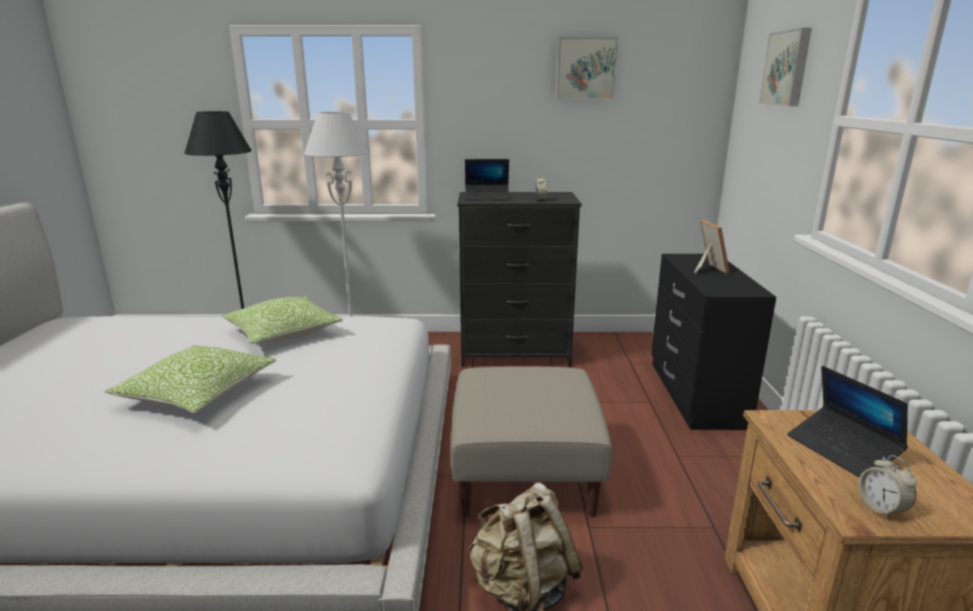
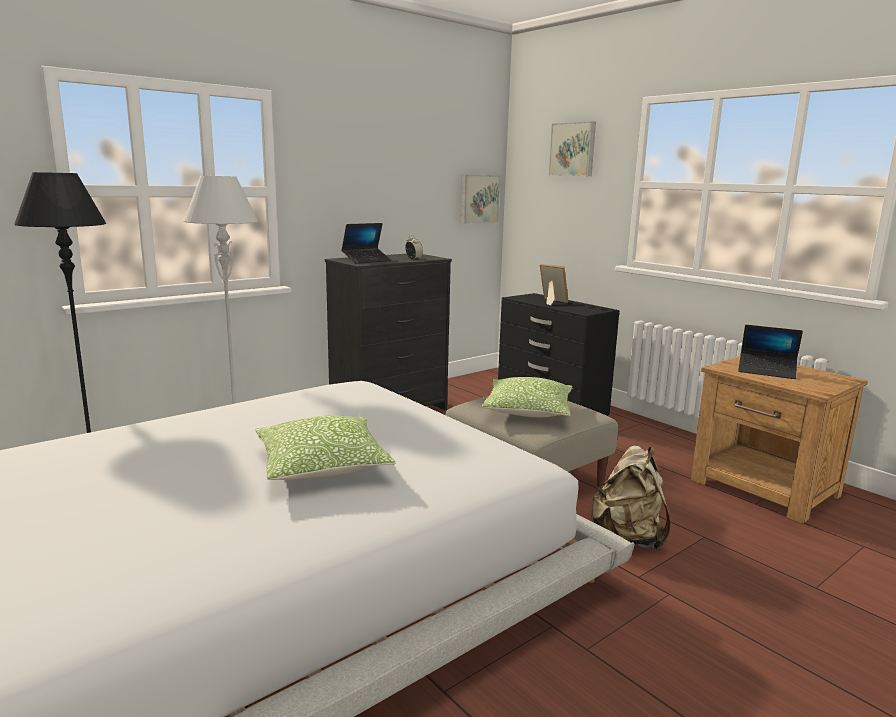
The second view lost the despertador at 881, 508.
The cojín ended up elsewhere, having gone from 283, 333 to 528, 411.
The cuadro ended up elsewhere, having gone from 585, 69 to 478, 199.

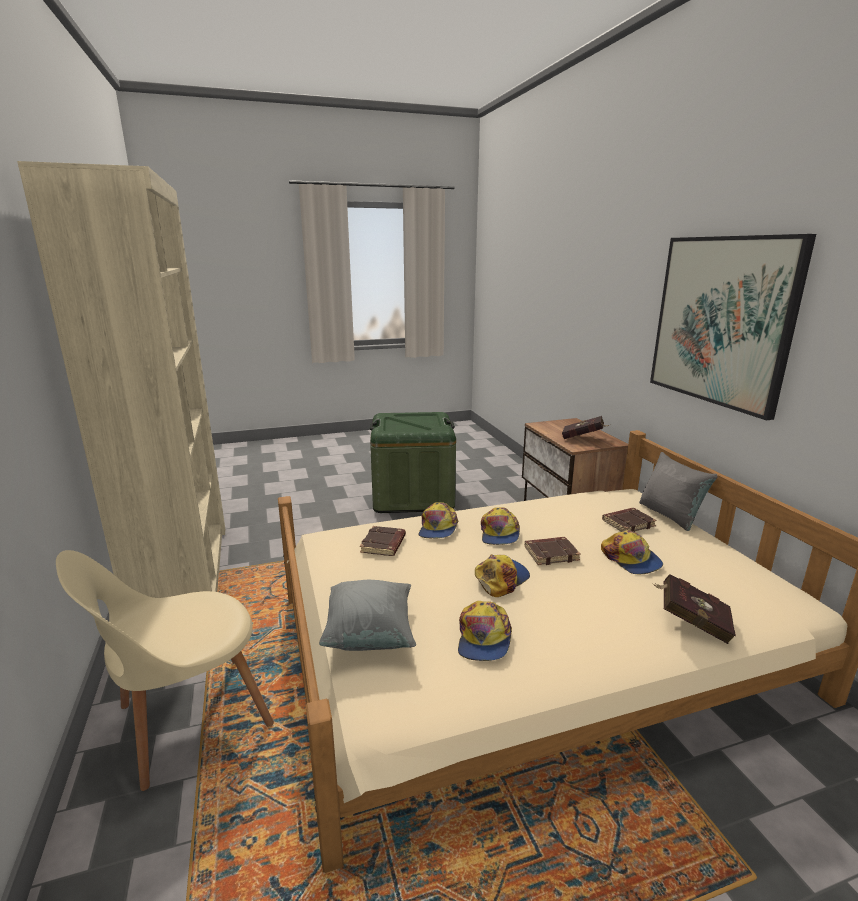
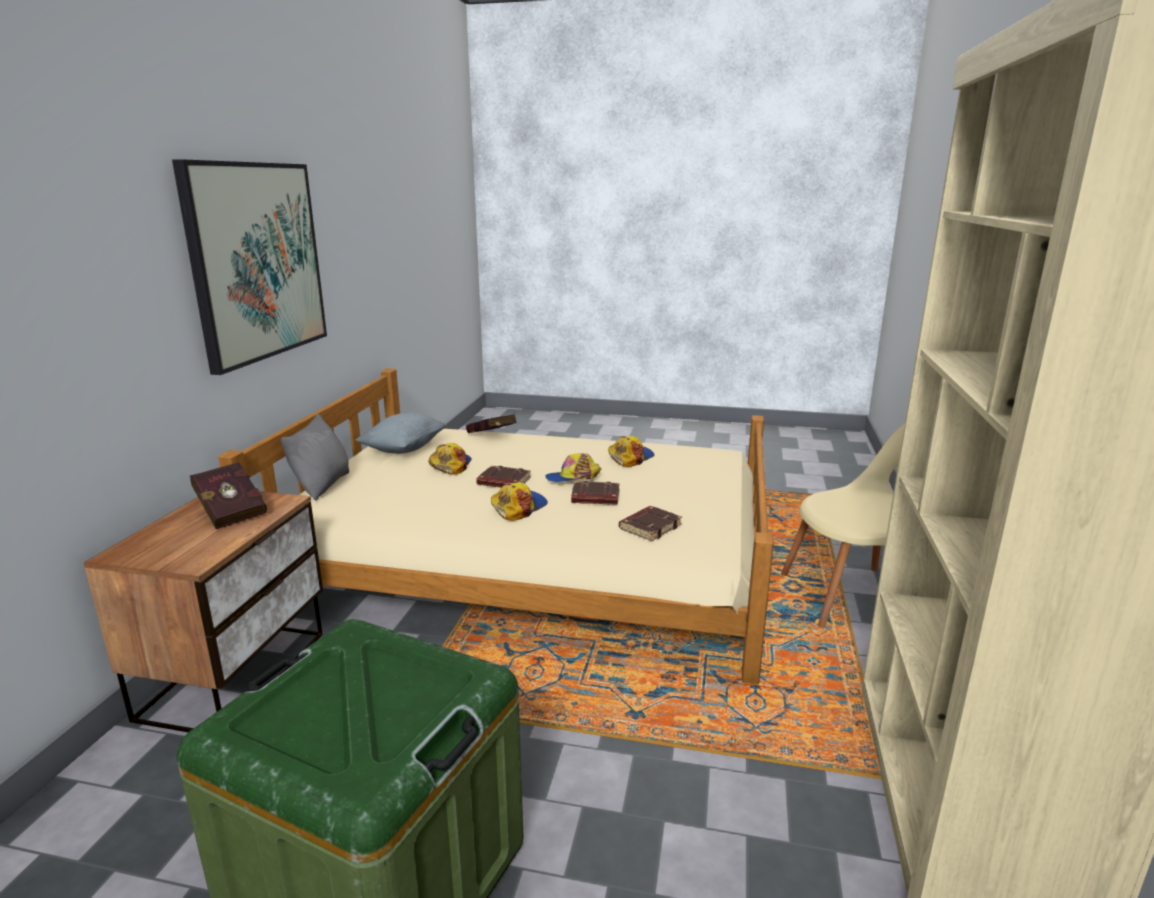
The second view lost the gorra at 438, 528.
The cojín [gris] ended up elsewhere, having gone from 370, 635 to 404, 449.
The libro [marrón] ended up elsewhere, having gone from 628, 523 to 595, 498.

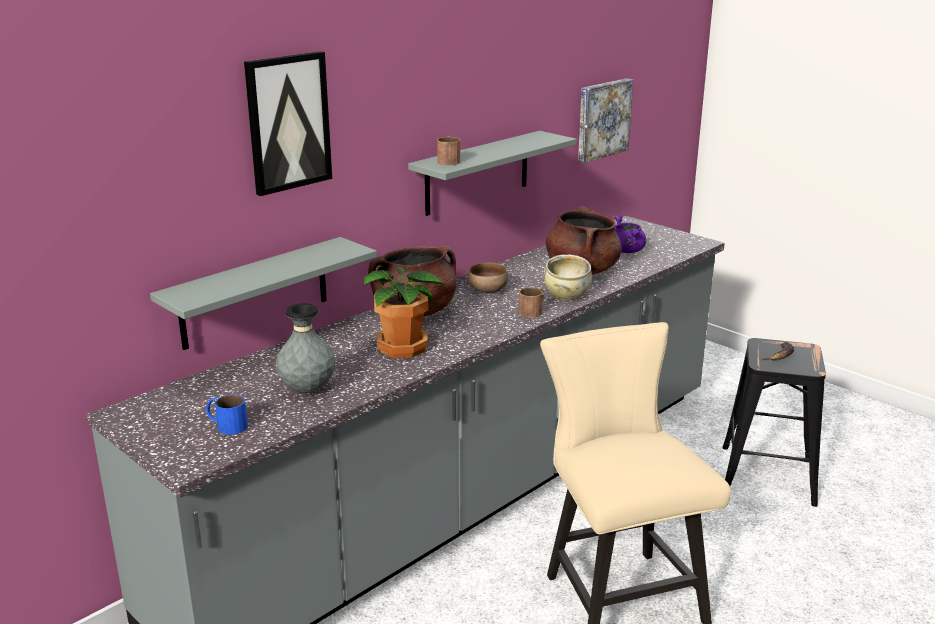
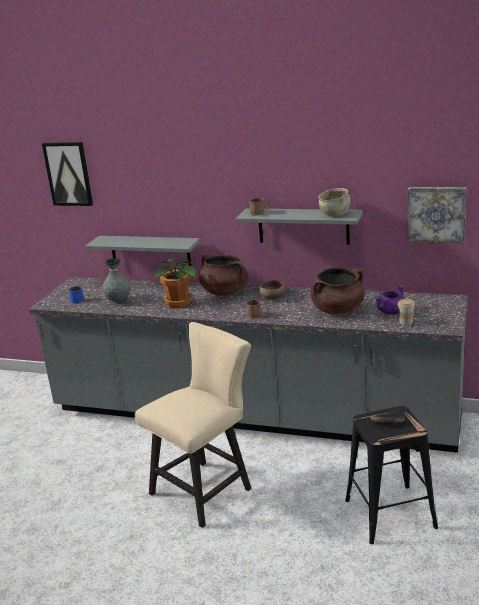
The second view gained the taza at 406, 322.
The cuadro ended up elsewhere, having gone from 288, 122 to 68, 173.
The cuenco [beis] ended up elsewhere, having gone from 566, 295 to 335, 214.

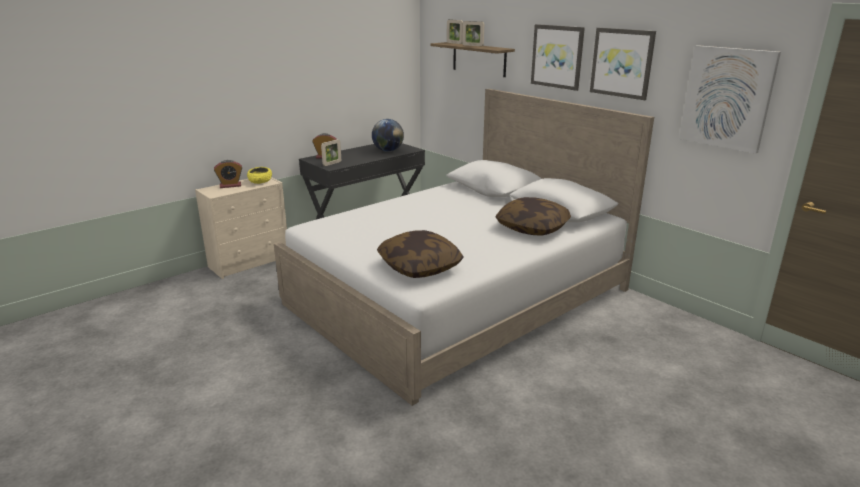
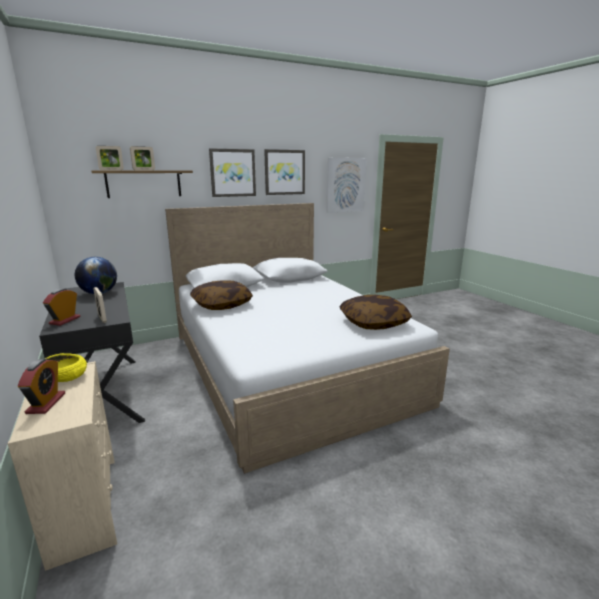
The cojín ended up elsewhere, having gone from 532, 228 to 222, 304.

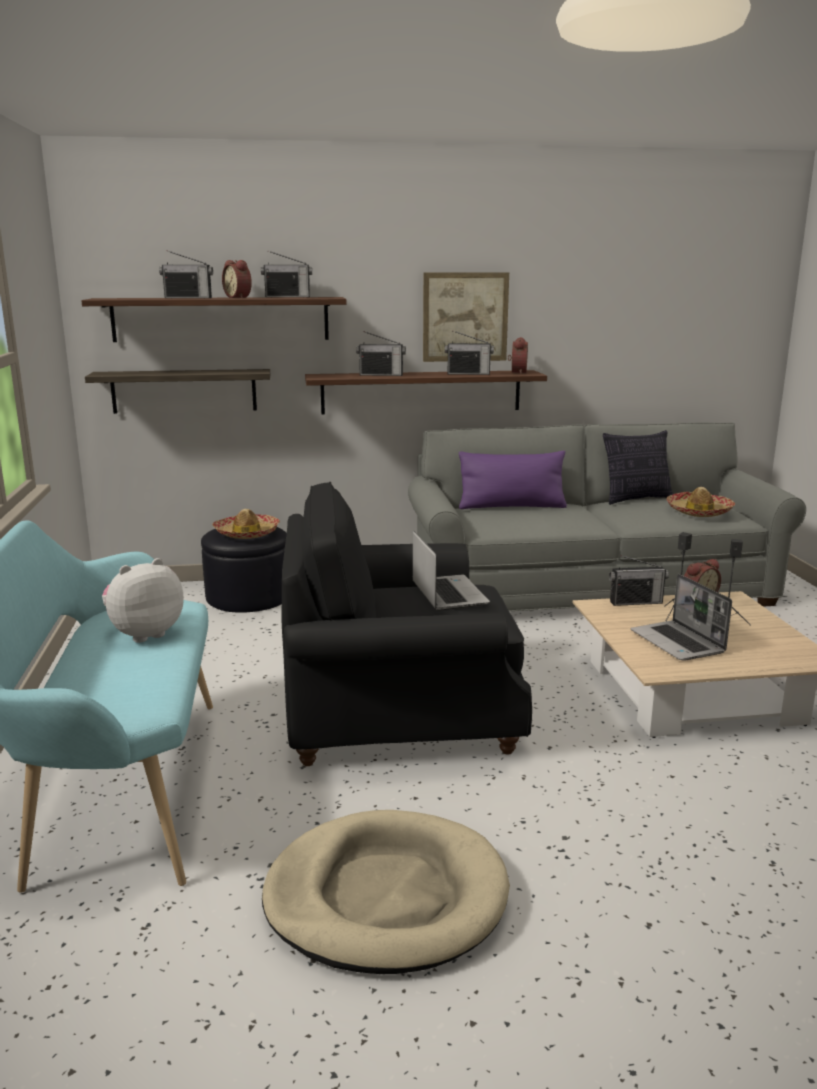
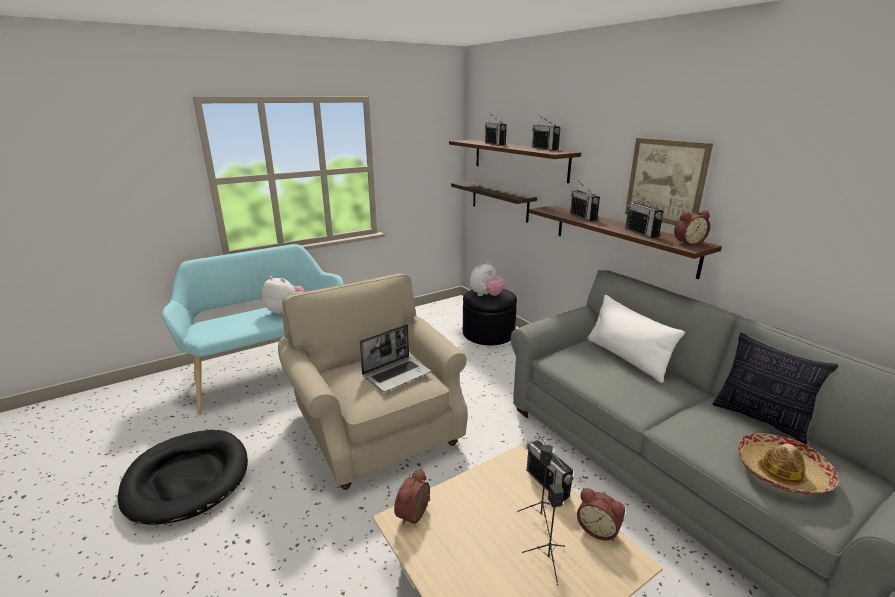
The second view lost the portátil at 678, 643.
The despertador ended up elsewhere, having gone from 239, 297 to 415, 515.
Where the sombrero stood at 247, 533, the peluche came to stand at 486, 295.
What was the cama para perro [beis] at 386, 897 turned into the cama para perro [negro] at 188, 478.
What was the sillón [negro] at 398, 714 turned into the sillón [beis] at 375, 428.
What was the cojín [morado] at 511, 506 turned into the cojín [blanco] at 626, 358.

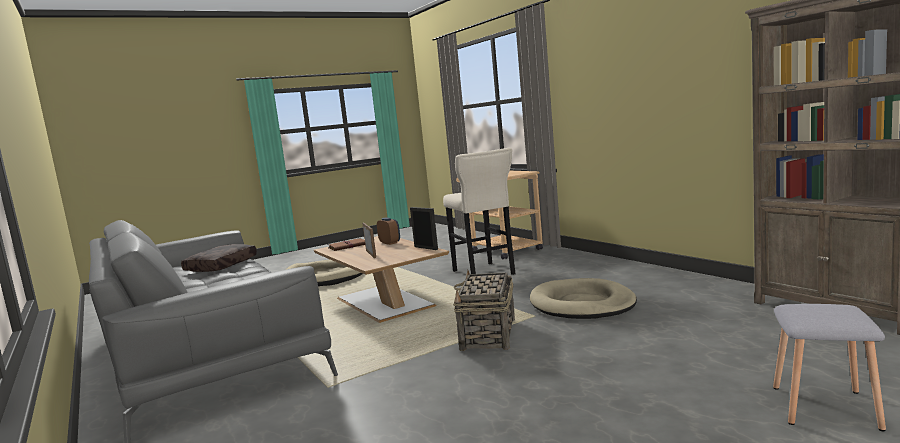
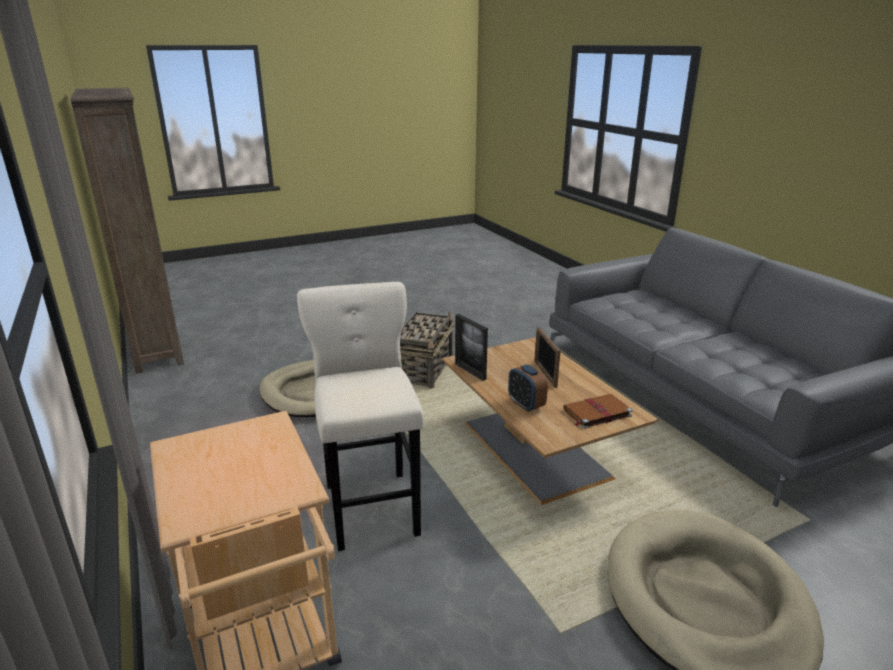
The second view lost the cojín [marrón] at 222, 266.
The second view lost the taburete [gris] at 823, 407.

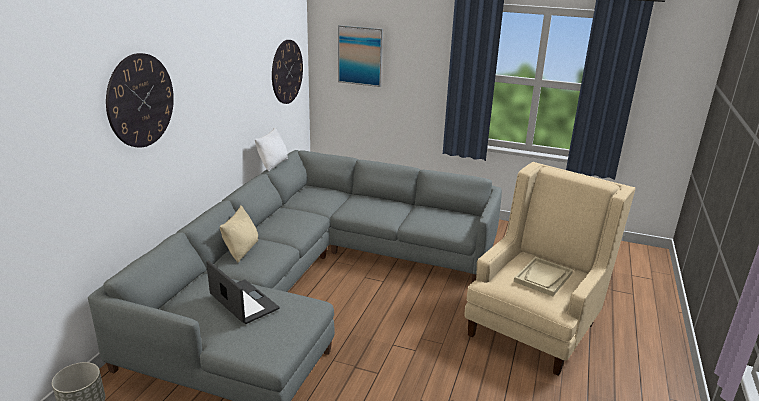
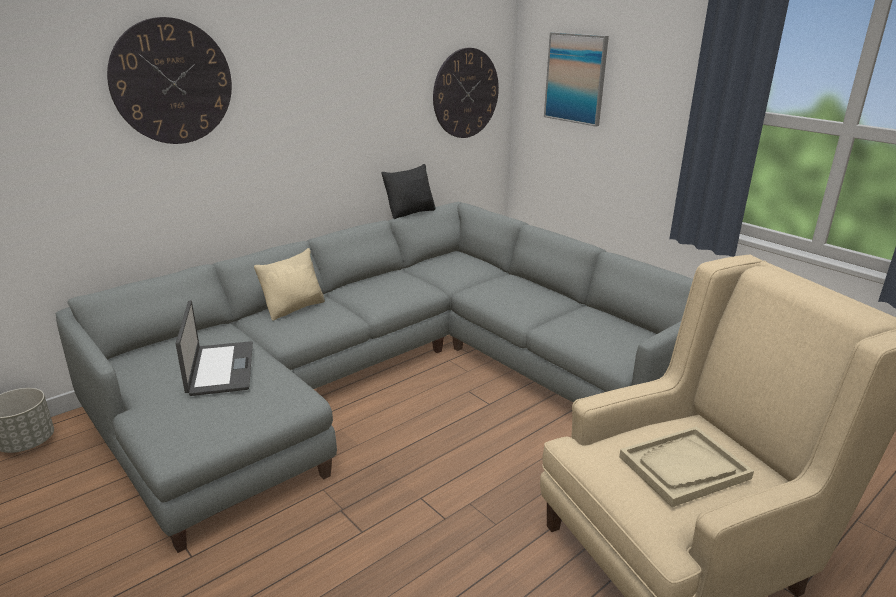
What was the cojín [blanco] at 273, 164 turned into the cojín [negro] at 410, 213.

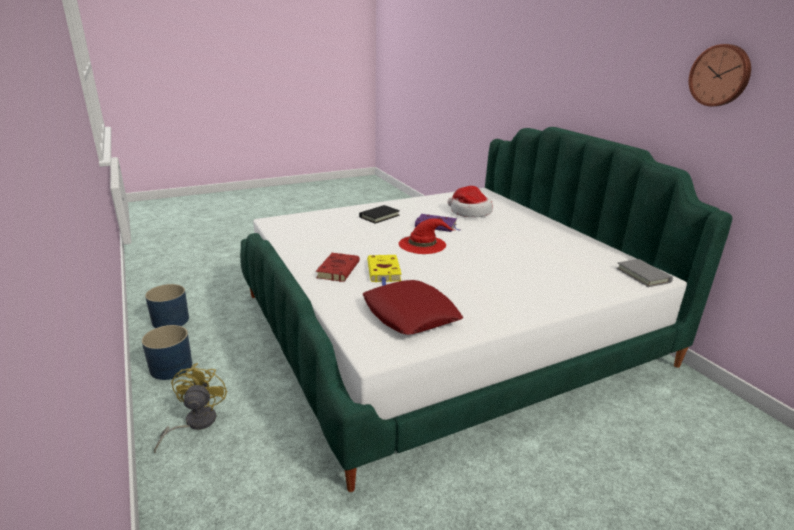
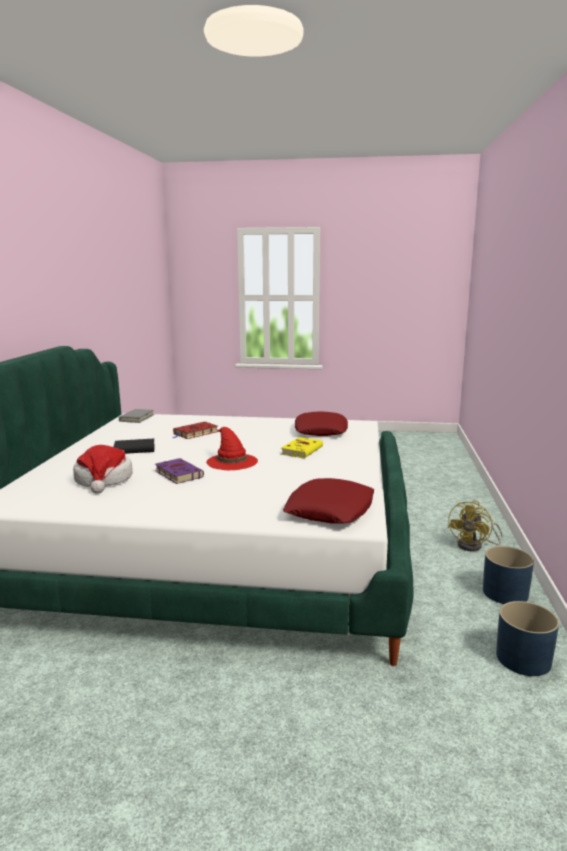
The second view lost the reloj de pared at 720, 75.
The second view gained the cojín [rojo] at 330, 509.
The libro [rojo] ended up elsewhere, having gone from 338, 269 to 195, 433.
The libro [negro] ended up elsewhere, having gone from 379, 216 to 134, 449.

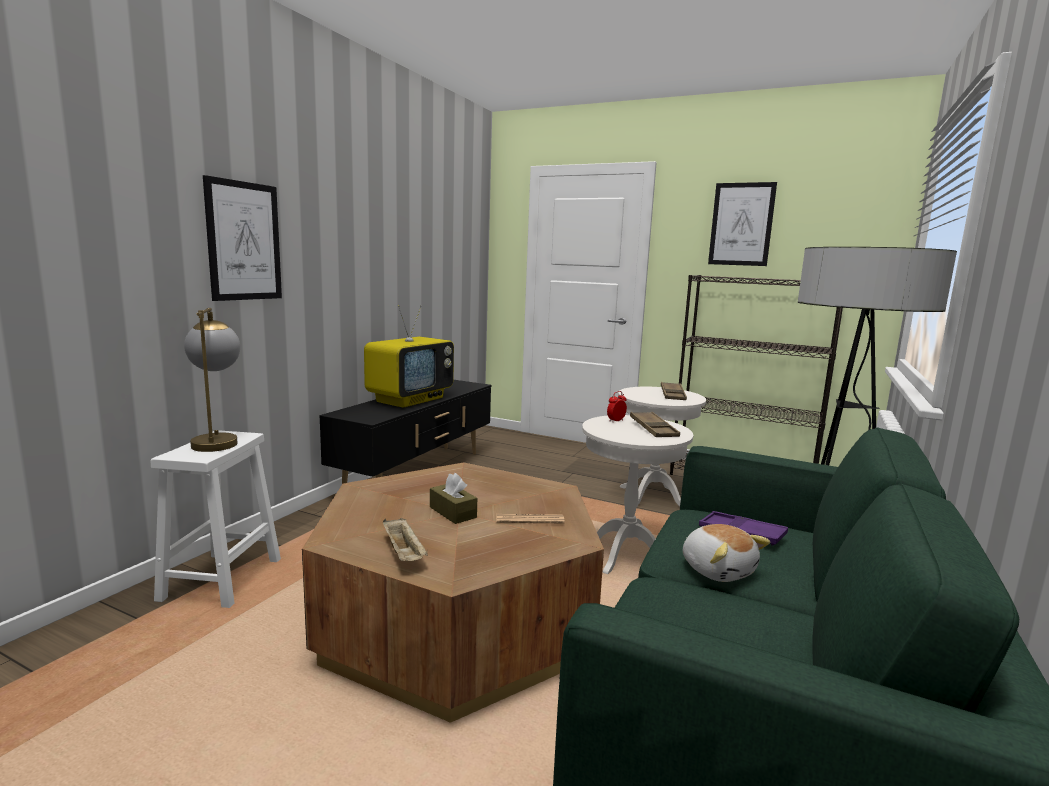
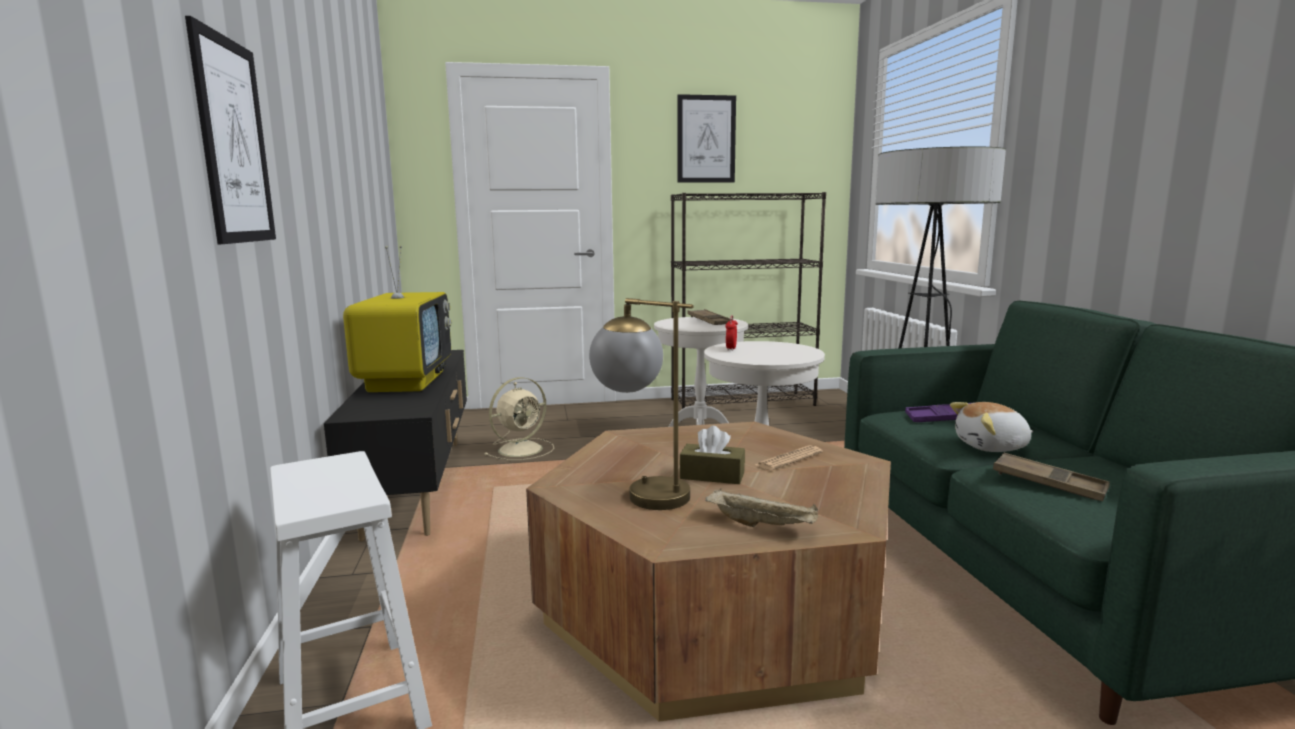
The second view gained the ventilador [beis] at 522, 449.
The lámpara de mesa ended up elsewhere, having gone from 217, 440 to 641, 492.
The bandeja [marrón] ended up elsewhere, having gone from 653, 429 to 1048, 484.
The peluche at 718, 570 ended up facing another way, 150 degrees clockwise from before.

